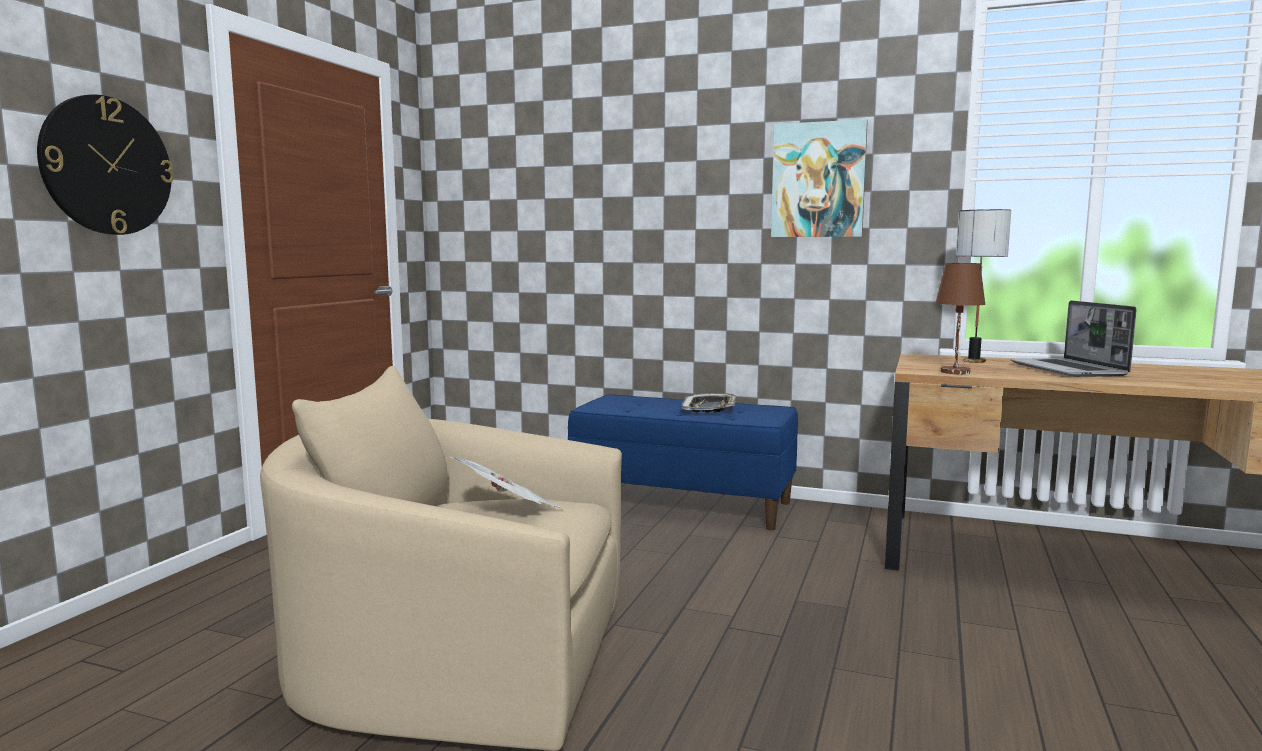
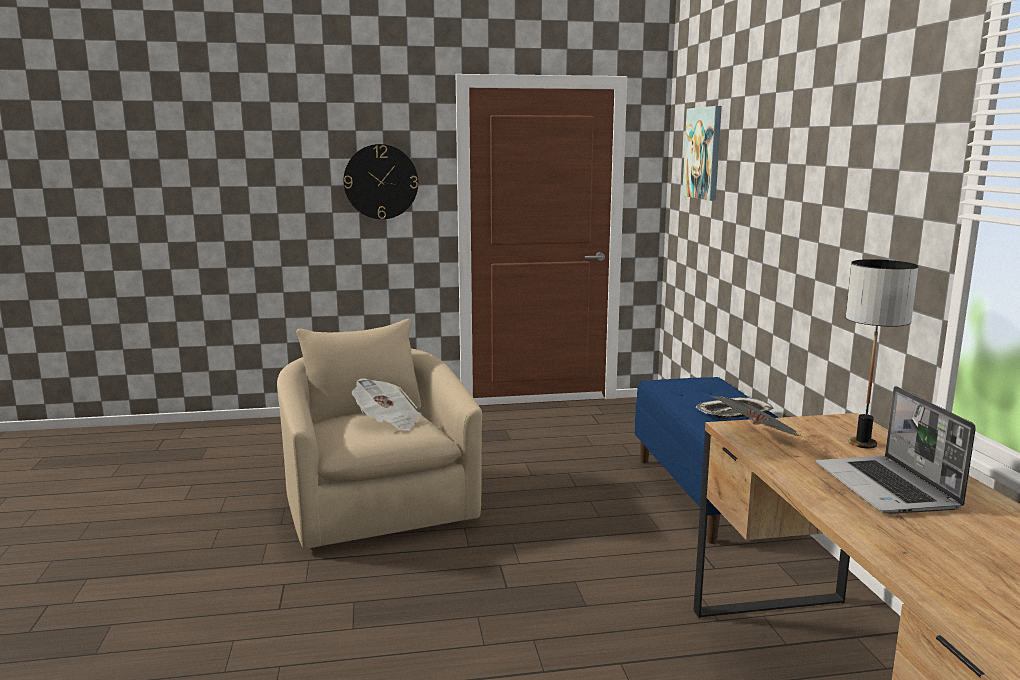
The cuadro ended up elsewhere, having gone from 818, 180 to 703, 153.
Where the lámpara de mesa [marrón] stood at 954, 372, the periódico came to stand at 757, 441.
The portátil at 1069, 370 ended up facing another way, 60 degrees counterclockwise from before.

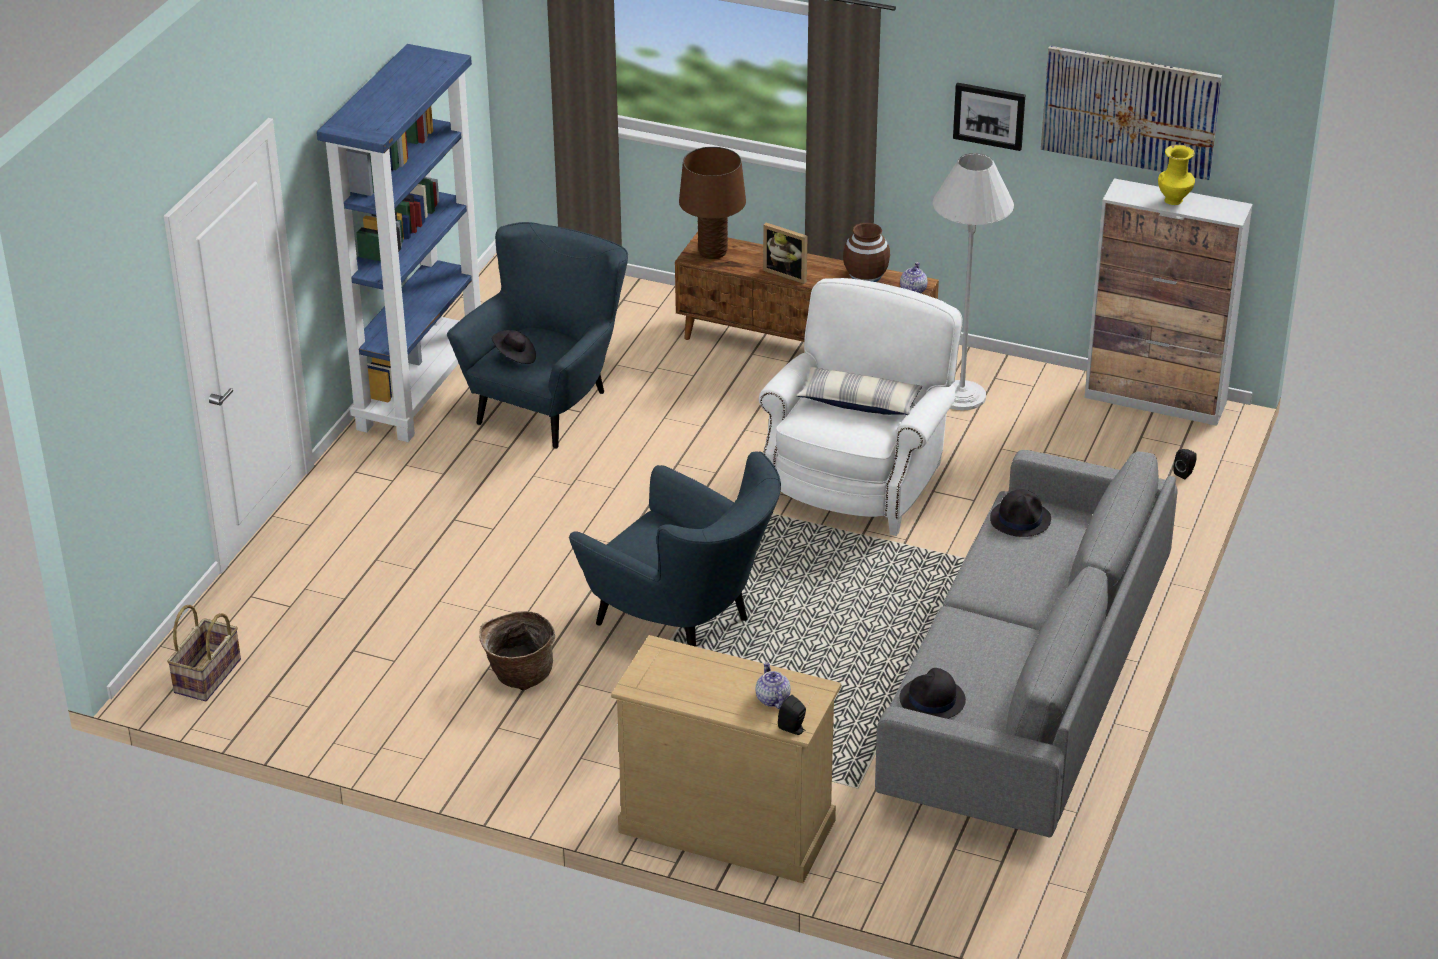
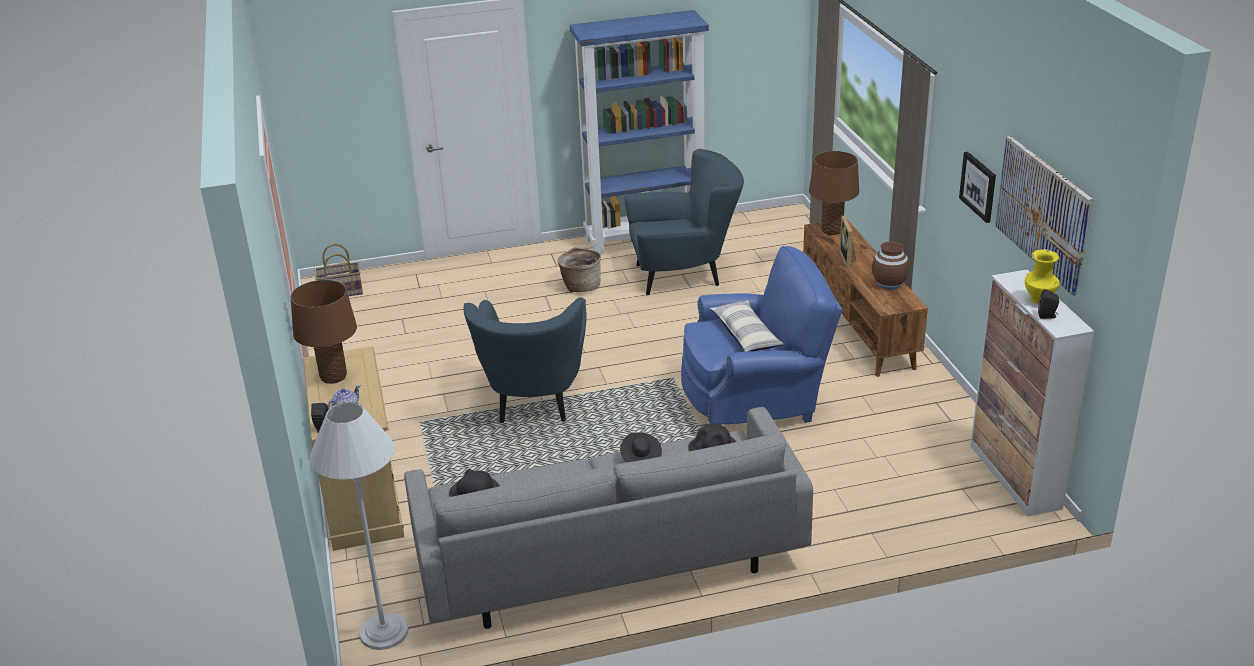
The second view lost the tetera at 912, 290.
The second view gained the lámpara de mesa [marrón] at 333, 377.
The cesta ended up elsewhere, having gone from 519, 675 to 580, 286.
The sombrero [negro] ended up elsewhere, having gone from 515, 357 to 640, 459.
The lámpara de pie [blanco] ended up elsewhere, having gone from 962, 396 to 384, 632.
The altavoz [negro] ended up elsewhere, having gone from 1185, 473 to 1047, 316.
What was the sillón [blanco] at 859, 478 turned into the sillón [azul] at 755, 399.

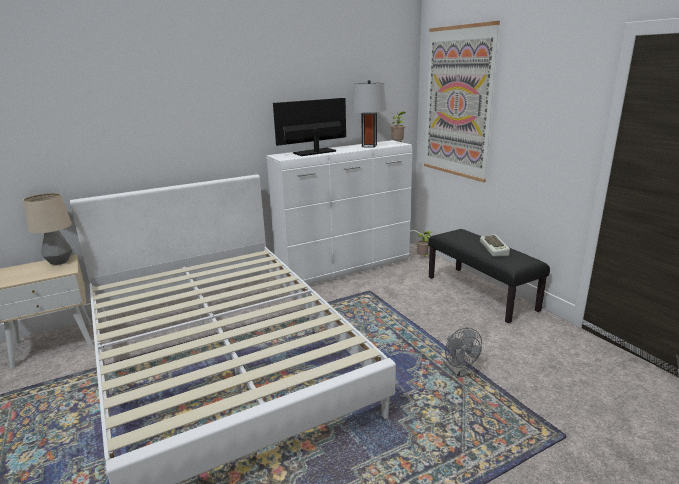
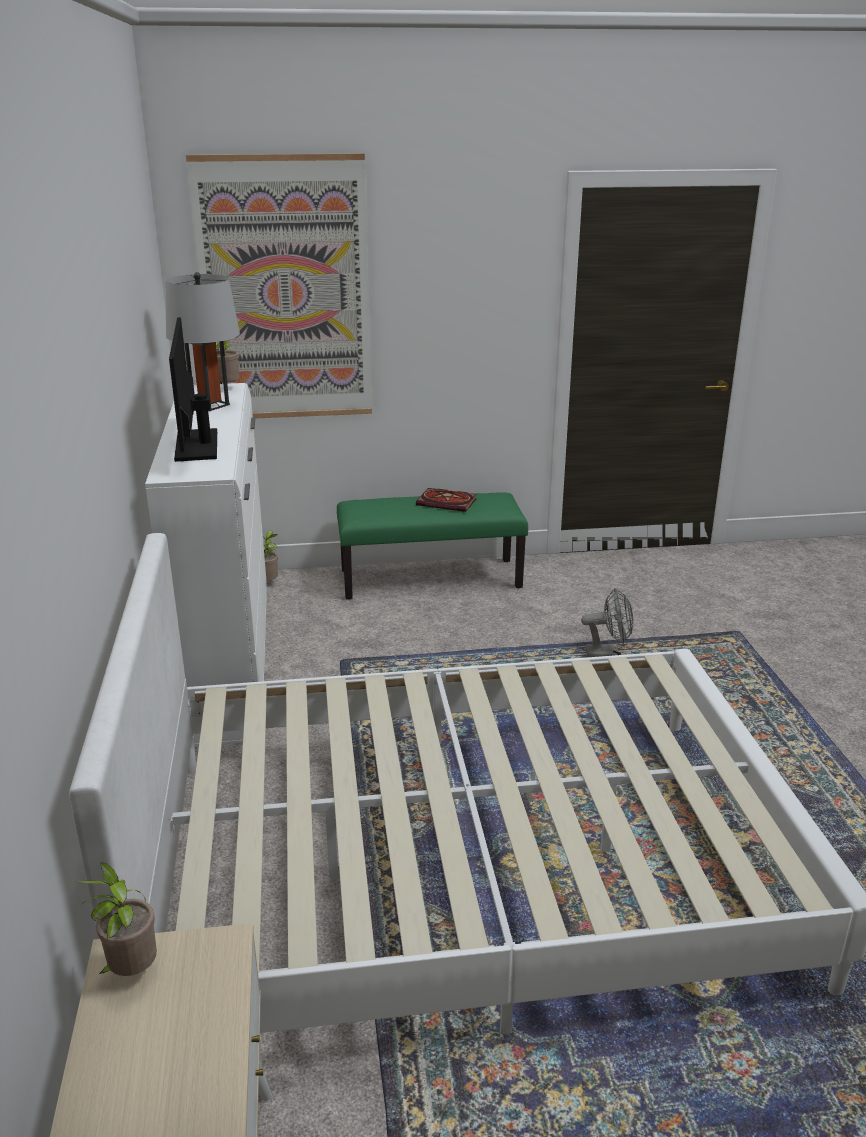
Where the lámpara de mesa stood at 59, 261, the planta en maceta came to stand at 131, 971.
Where the teclado stood at 495, 249, the libro came to stand at 448, 502.
What was the banco [negro] at 481, 293 turned into the banco [verde] at 431, 578.

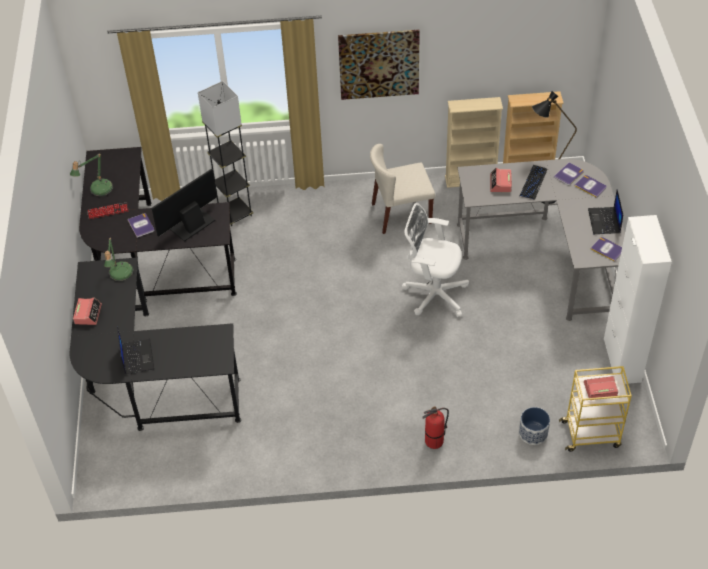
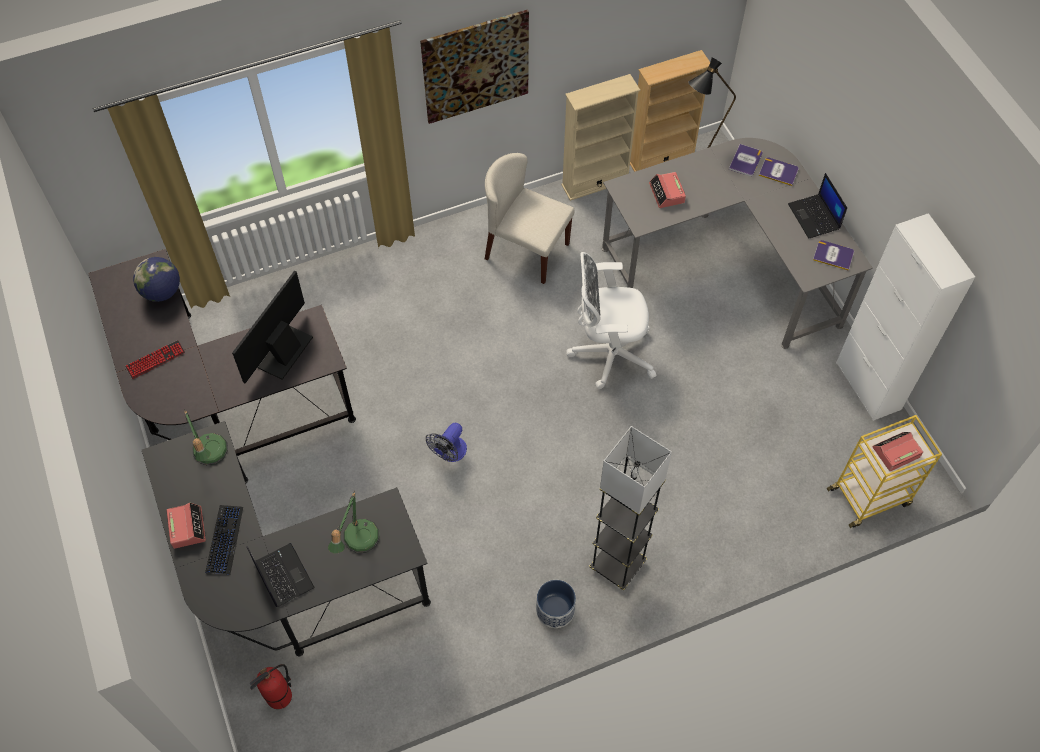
The second view lost the libro at 141, 225.
The second view gained the globo terráqueo at 162, 292.
The second view gained the ventilador at 449, 453.
The lámpara de mesa ended up elsewhere, having gone from 98, 190 to 358, 542.
The lámpara de pie [gris] ended up elsewhere, having gone from 235, 214 to 617, 565.
The extintor ended up elsewhere, having gone from 434, 441 to 279, 697.
The maceta ended up elsewhere, having gone from 533, 433 to 555, 610.
The teclado ended up elsewhere, having gone from 533, 182 to 224, 540.
The silla [beis] at 401, 214 ended up facing another way, 60 degrees clockwise from before.

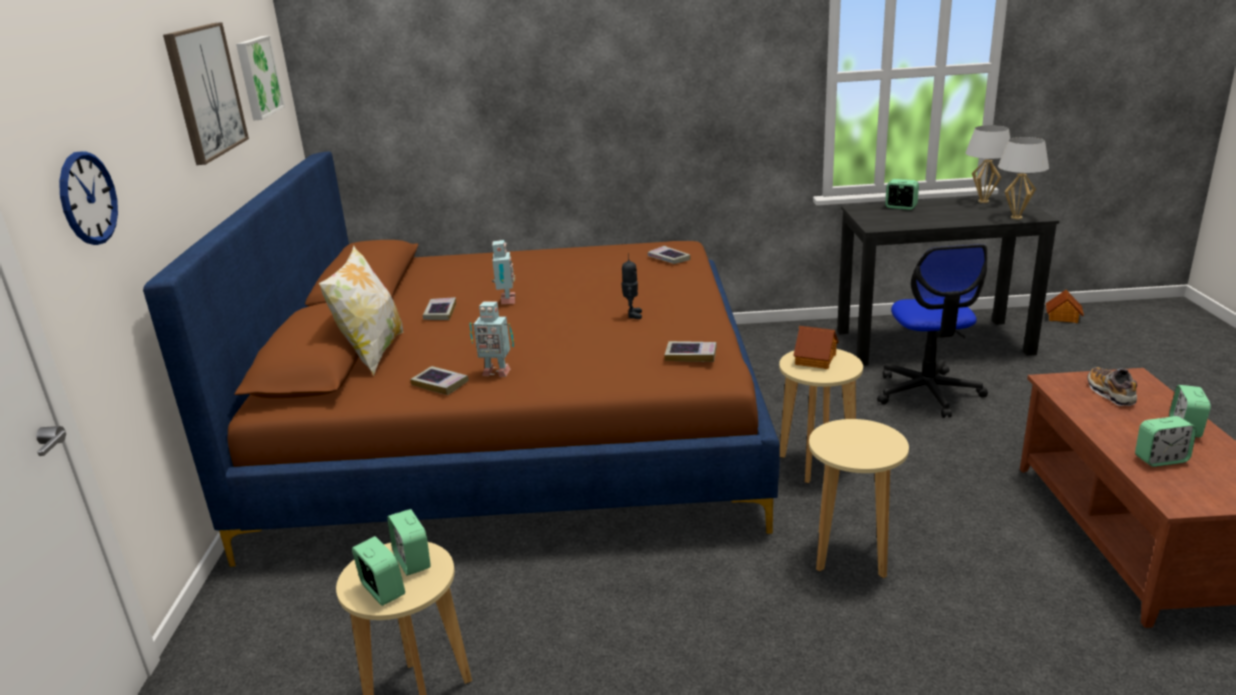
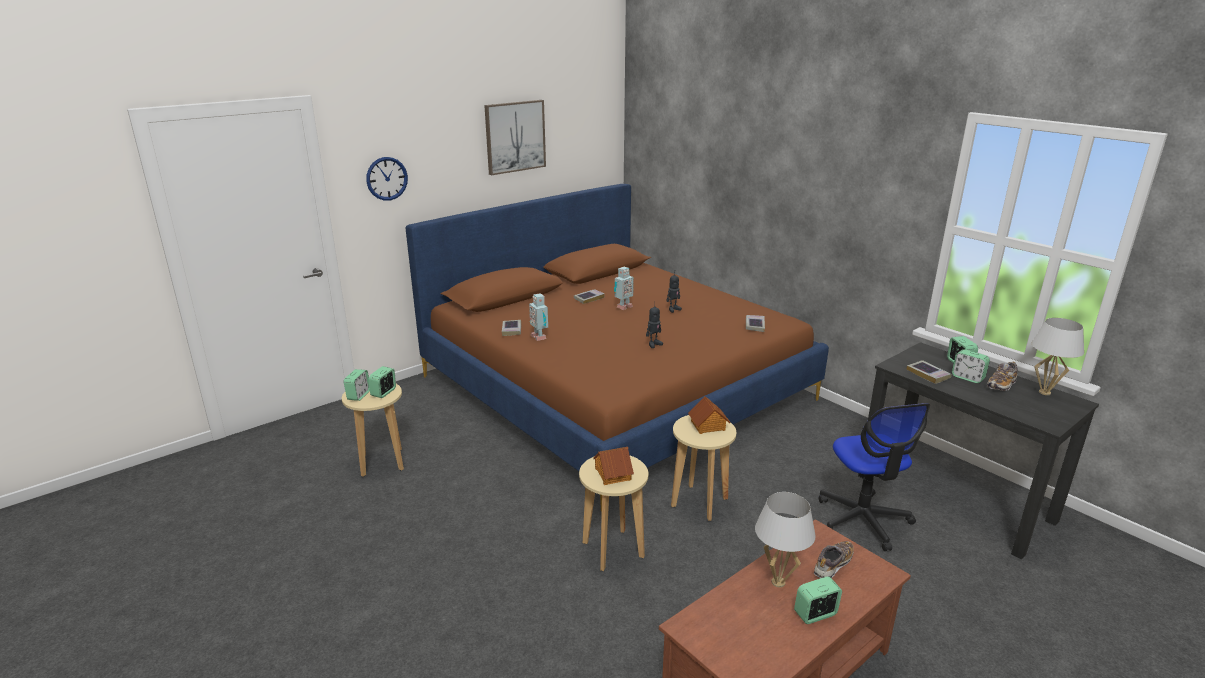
The second view lost the cuadro at 257, 77.
The second view lost the cojín at 372, 353.
The second view gained the robot de juguete at 673, 309.
The second view gained the zapato at 1001, 385.
The libro ended up elsewhere, having gone from 691, 355 to 928, 374.
The lámpara de mesa [blanco] ended up elsewhere, having gone from 1016, 218 to 778, 582.
The casita ended up elsewhere, having gone from 1062, 317 to 612, 474.
The despertador ended up elsewhere, having gone from 1161, 459 to 967, 378.
The silla de oficina at 927, 393 ended up facing another way, 60 degrees counterclockwise from before.

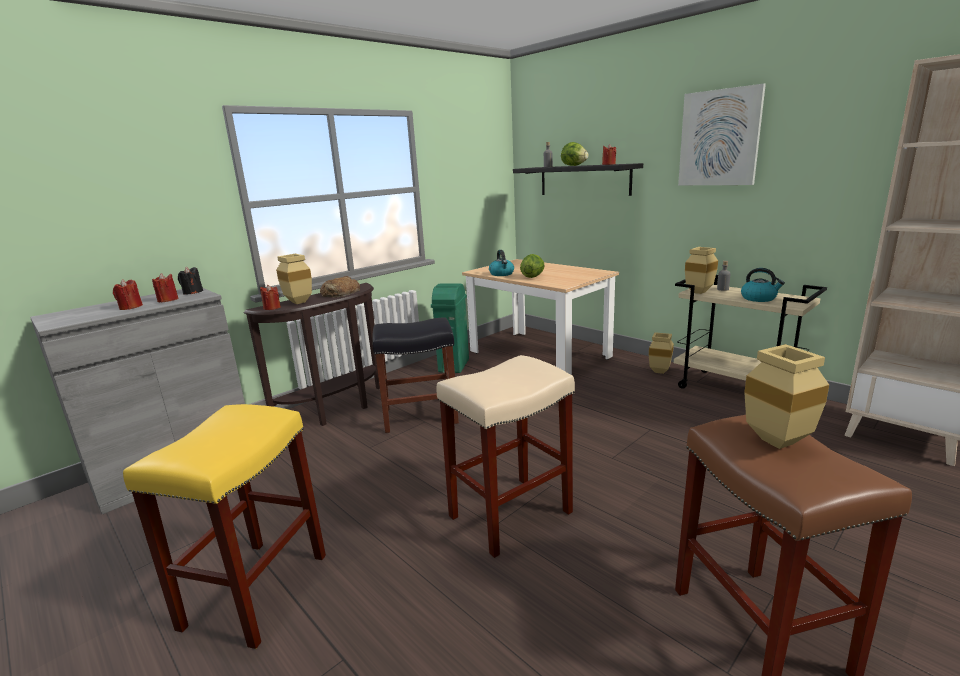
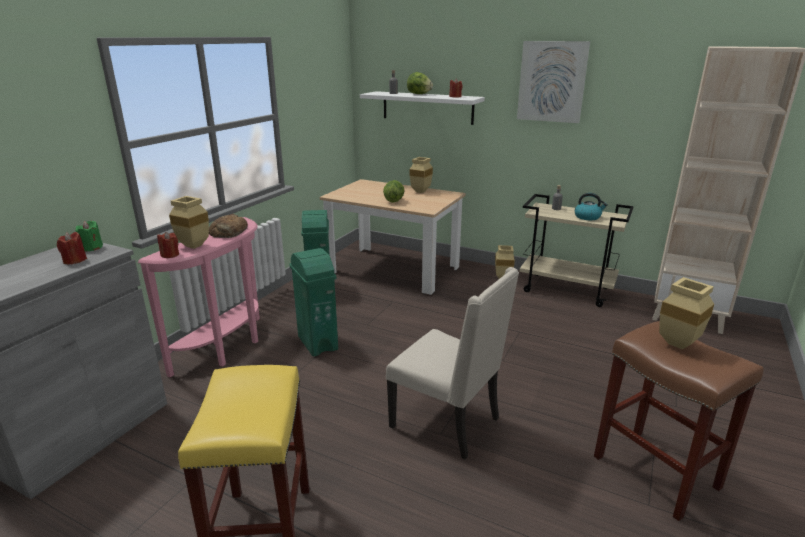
The second view lost the vela [rojo] at 130, 307.
The second view lost the hervidor at 502, 274.
The florero [beis] ended up elsewhere, having gone from 699, 292 to 421, 192.
Where the taburete [negro] stood at 421, 415, the papelera [verde] came to stand at 317, 342.
Where the taburete [beis] stood at 509, 515, the silla [beis] came to stand at 448, 423.
What was the vela [negro] at 192, 292 turned into the vela [verde] at 92, 248.
What was the mesa consola [marrón] at 337, 410 turned into the mesa consola [rosa] at 228, 348.
What was the estante [negro] at 584, 180 turned into the estante [blanco] at 427, 107.

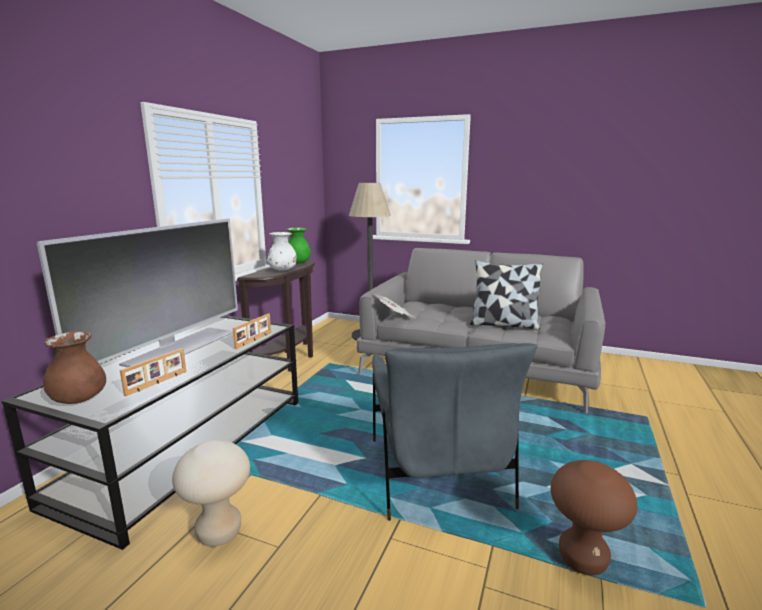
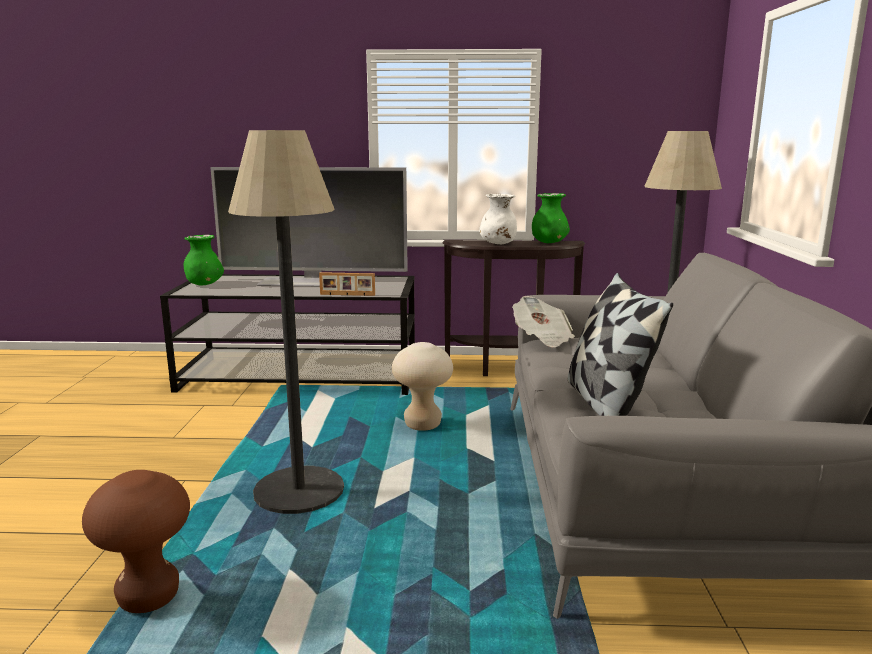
The second view lost the portarretratos at 157, 383.
The taburete [beis] ended up elsewhere, having gone from 219, 533 to 422, 425.
Where the sillón [gris] stood at 438, 472, the lámpara de pie came to stand at 299, 490.
What was the florero [marrón] at 79, 399 turned into the florero [verde] at 204, 284.

